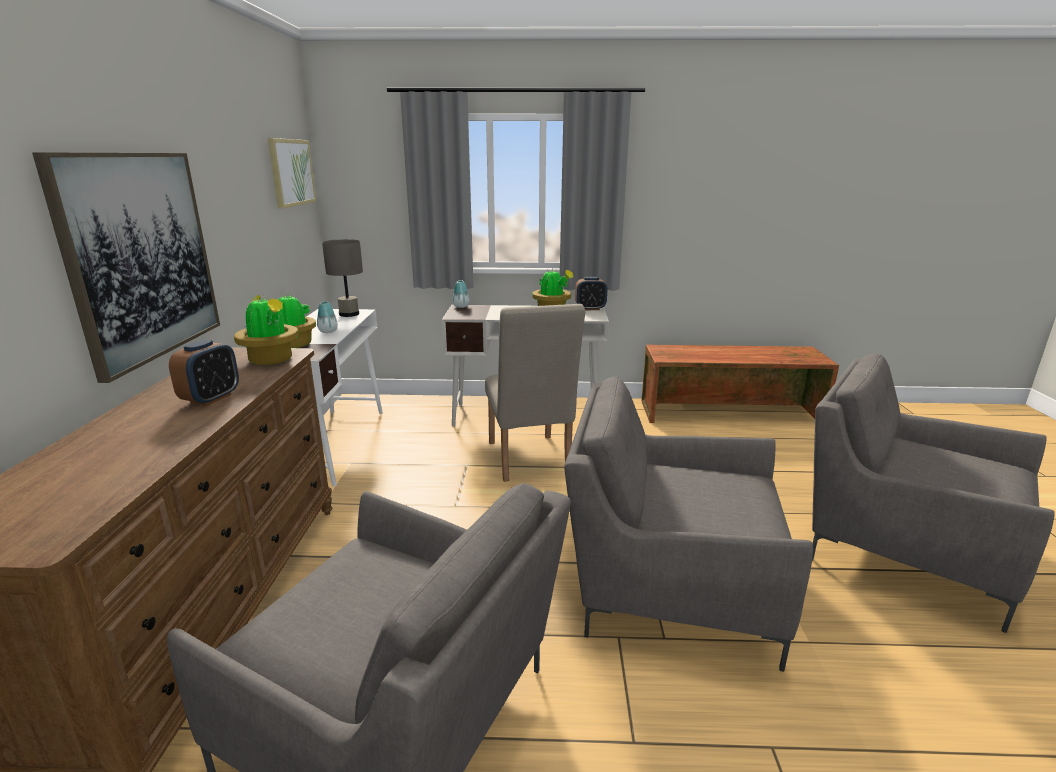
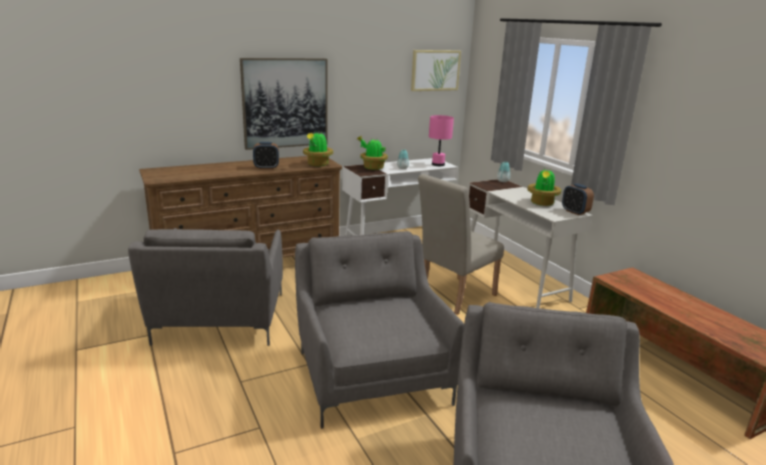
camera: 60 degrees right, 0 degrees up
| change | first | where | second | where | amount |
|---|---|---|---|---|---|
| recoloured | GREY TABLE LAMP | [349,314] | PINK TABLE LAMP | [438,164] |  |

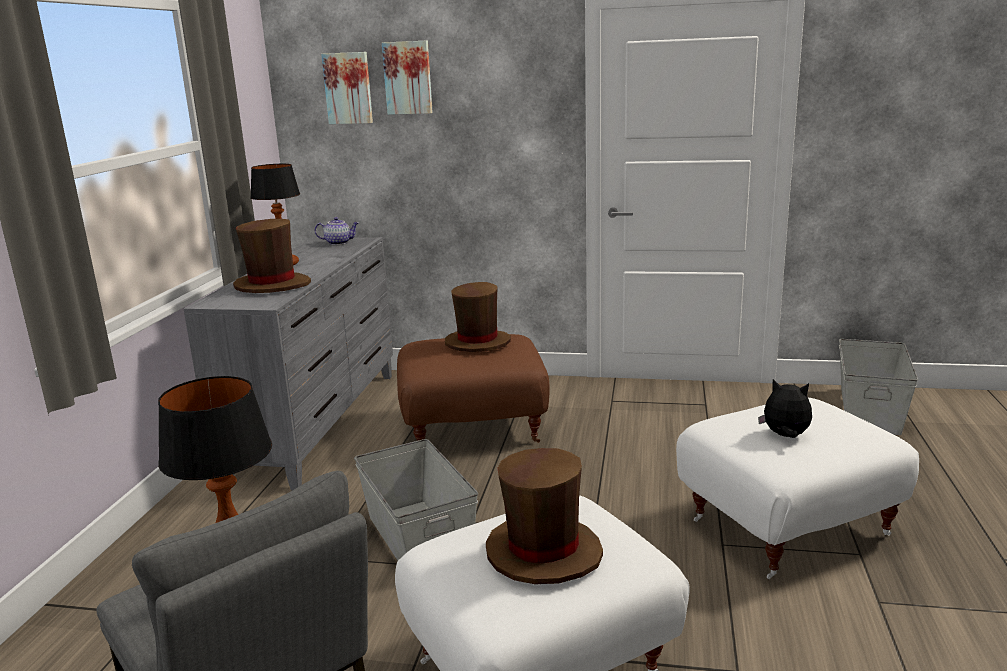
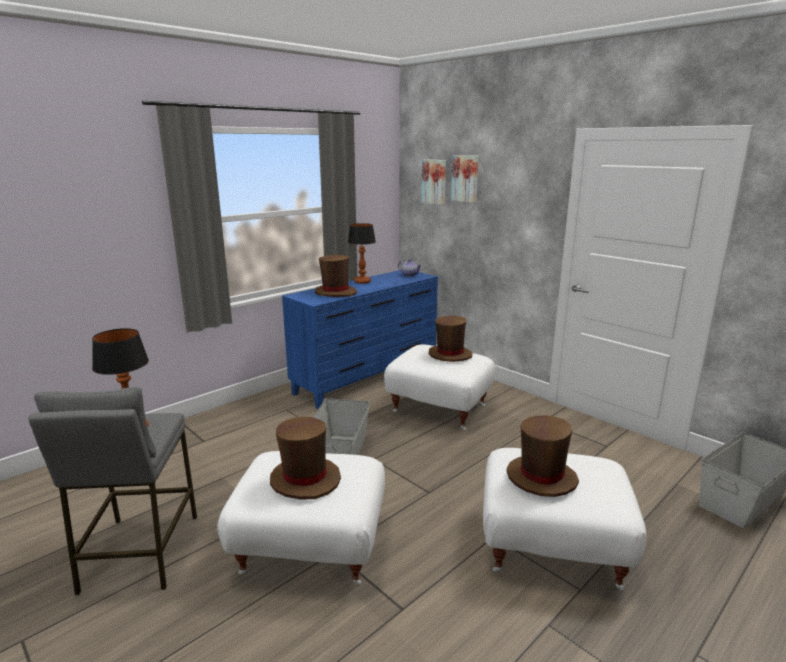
camera: 35 degrees right, 0 degrees up
| change | first | where | second | where | amount |
|---|---|---|---|---|---|
| recoloured | GREY DRESSER | [317,424] | BLUE DRESSER | [366,377] |  |
| recoloured | BROWN OTTOMAN | [474,428] | WHITE OTTOMAN | [440,408] |  |
| replaced | PLUSH TOY | [785,436] | BROWN HAT | [541,478] |  |

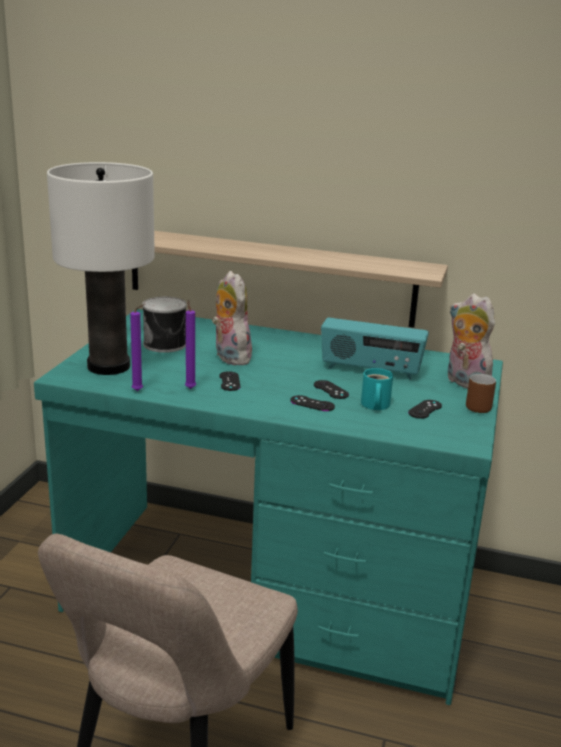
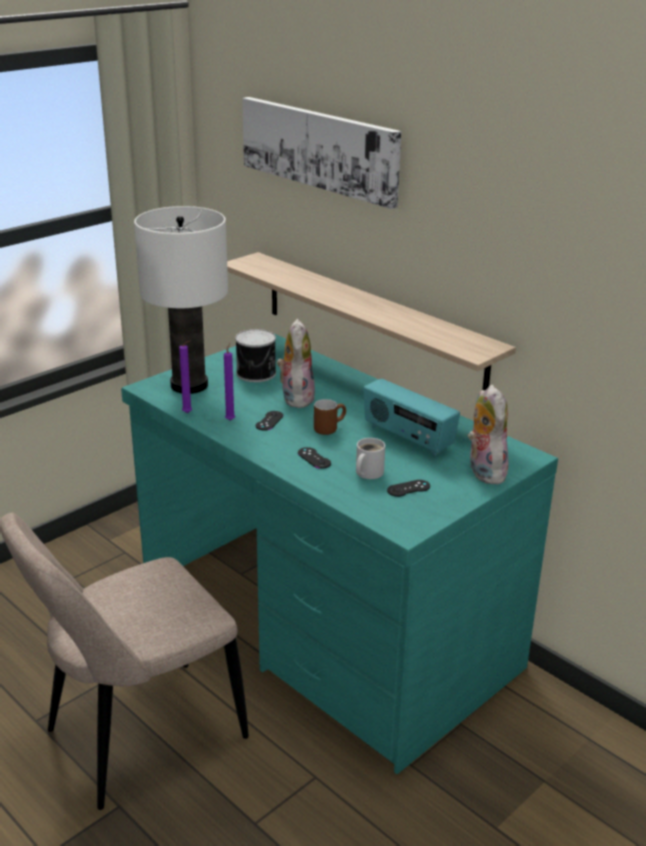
camera: 30 degrees right, 5 degrees up
| change | first | where | second | where | amount |
|---|---|---|---|---|---|
| removed | BLACK GAME CONTROLLER | [331,390] |  |  |  |
| recoloured | TURQUOISE MUG | [374,405] | WHITE MUG | [367,473] |  |
| moved | BROWN MUG | [477,406] |  | [329,428] |  |
| added |  |  | PICTURE | [320,149] |  |

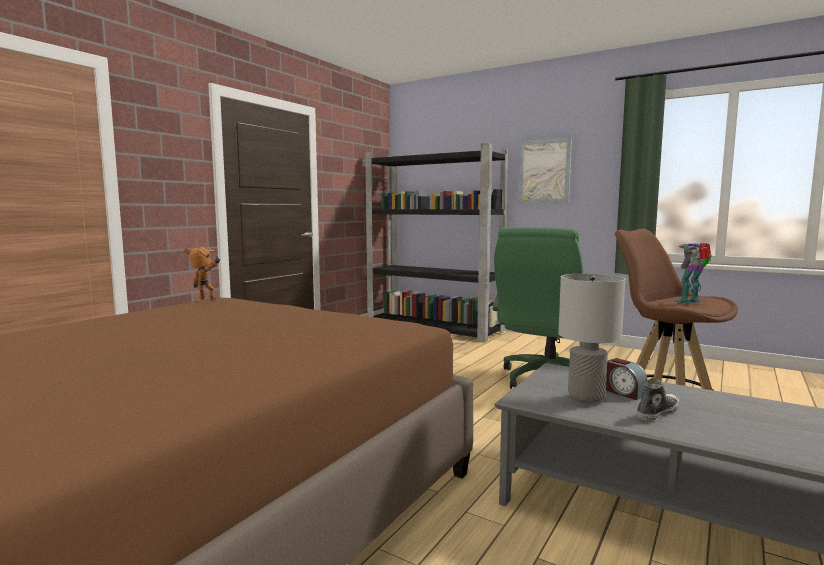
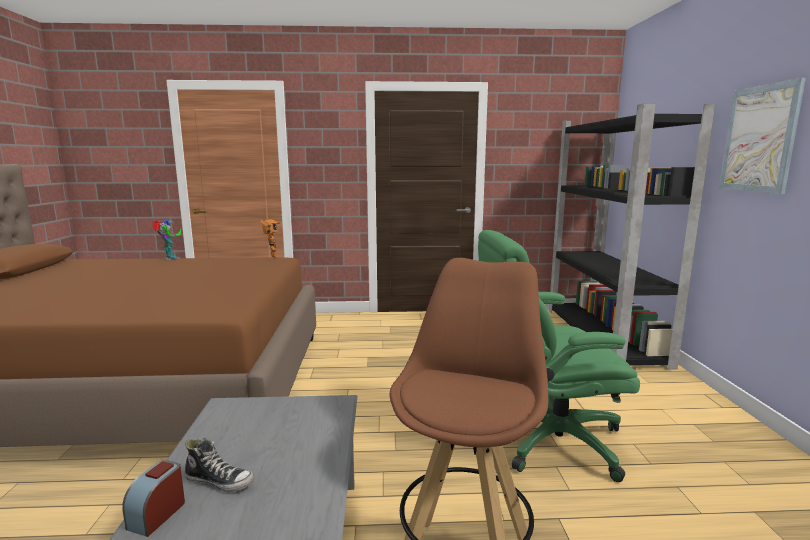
camera: 55 degrees right, 5 degrees up
| change | first | where | second | where | amount |
|---|---|---|---|---|---|
| removed | GREY TABLE LAMP | [585,399] |  |  |  |
| moved | ALARM CLOCK | [624,392] |  | [157,514] |  |
| moved | TOY ROBOT | [690,302] |  | [170,258] |  |

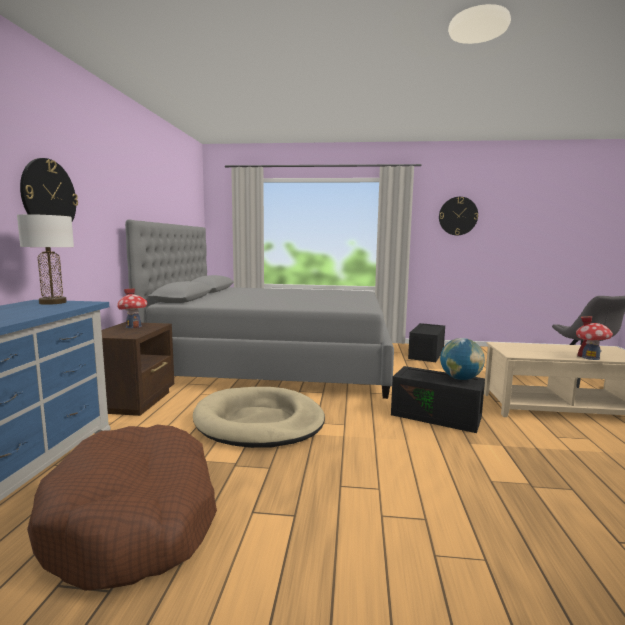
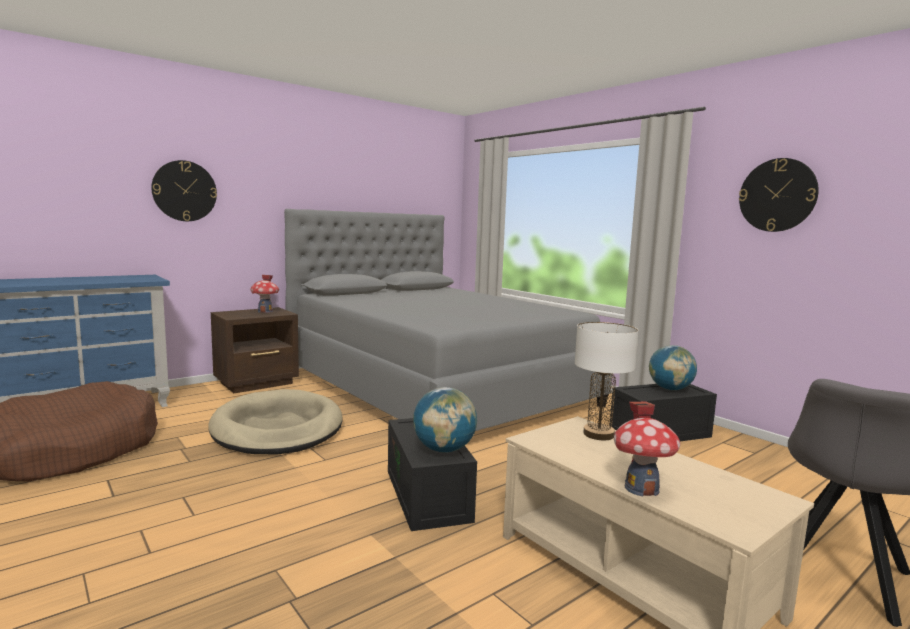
camera: 45 degrees right, 0 degrees up
| change | first | where | second | where | amount |
|---|---|---|---|---|---|
| moved | TABLE LAMP | [53,302] |  | [598,434] |  |
| added |  |  | GLOBE | [670,389] |  |

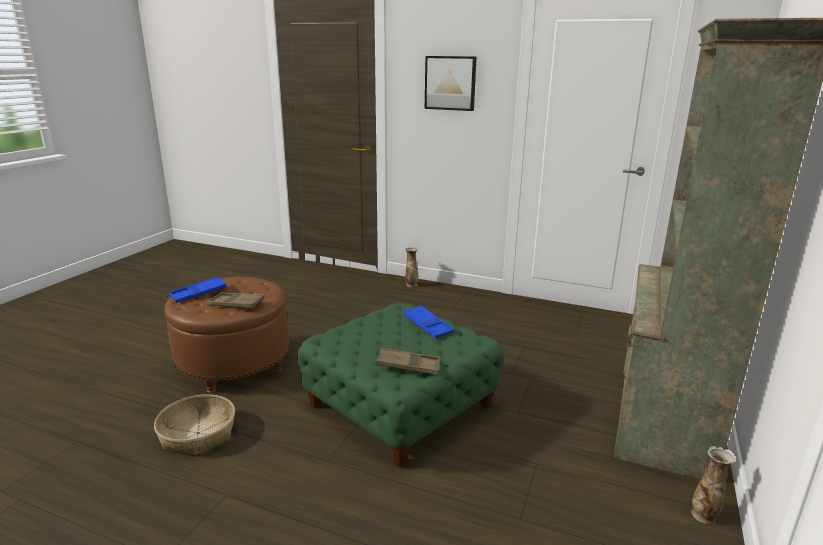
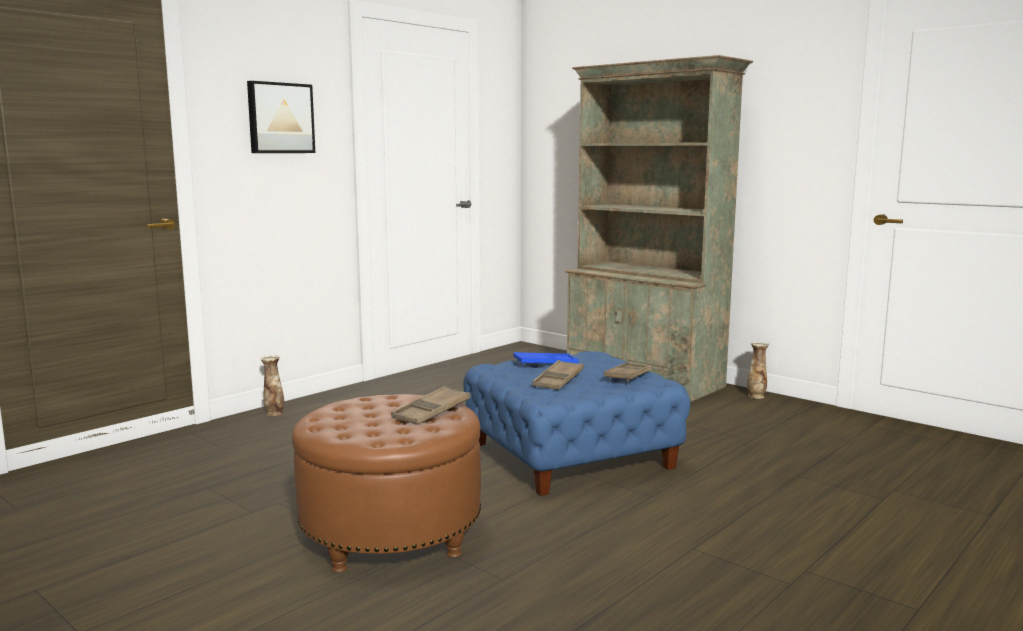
camera: 70 degrees left, 10 degrees down
| change | first | where | second | where | amount |
|---|---|---|---|---|---|
| removed | BASKET | [197,433] |  |  |  |
| removed | BLUE TRAY | [199,293] |  |  |  |
| recoloured | GREEN OTTOMAN | [401,405] | BLUE OTTOMAN | [571,455] |  |
| added |  |  | BROWN TRAY | [558,380] |  |

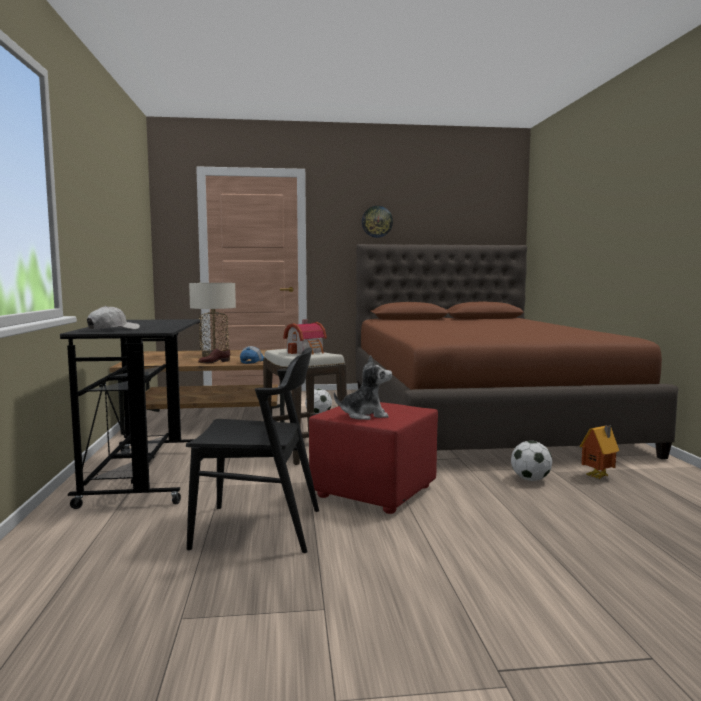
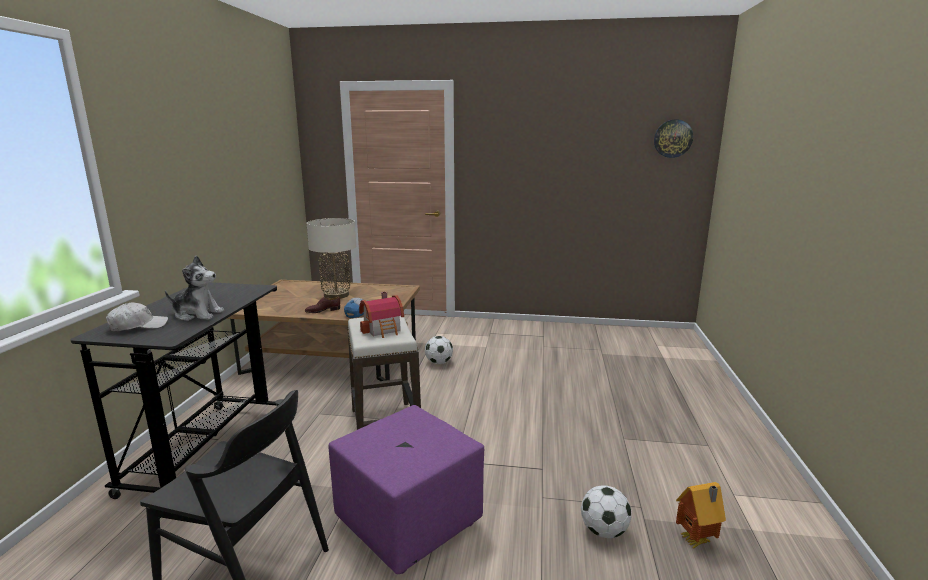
camera: 15 degrees right, 10 degrees up
| change | first | where | second | where | amount |
|---|---|---|---|---|---|
| recoloured | RED OTTOMAN | [373,491] | PURPLE OTTOMAN | [408,521] |  |
| moved | PLUSH TOY | [365,415] |  | [197,314] |  |
| removed | BROWN BED | [477,416] |  |  |  |
| moved | WALL CLOCK | [377,221] |  | [673,138] |  |

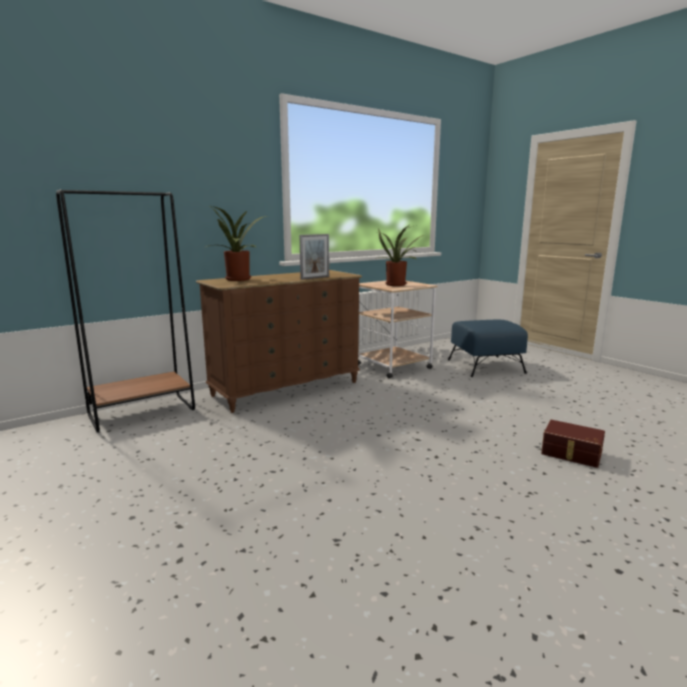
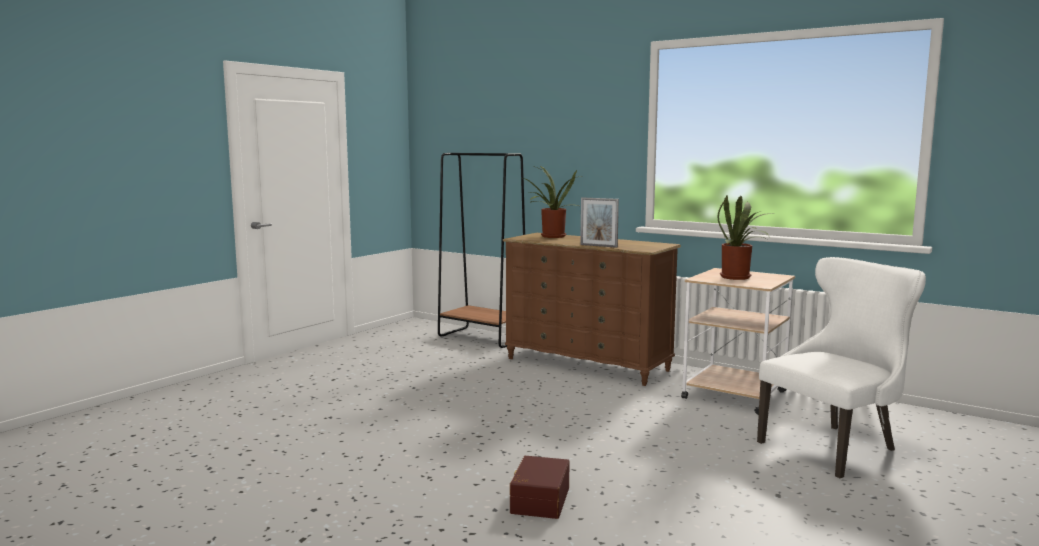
camera: 70 degrees right, 5 degrees down
| change | first | where | second | where | amount |
|---|---|---|---|---|---|
| replaced | BLUE OTTOMAN | [486,366] | WHITE CHAIR | [834,447] |  |

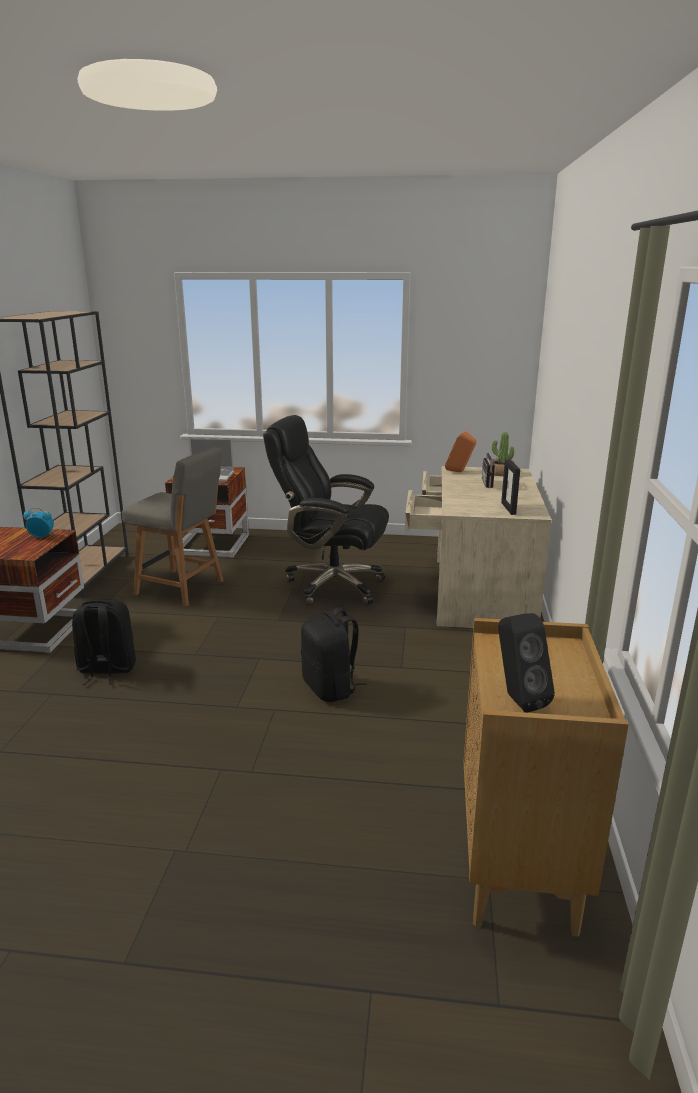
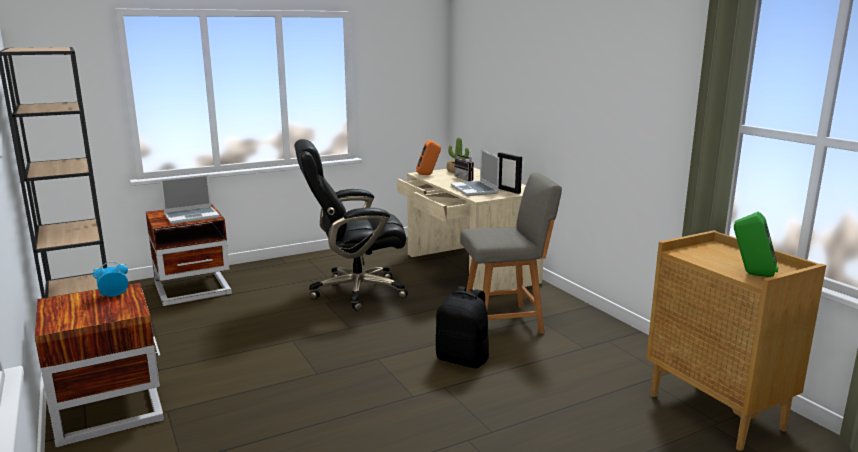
camera: 35 degrees left, 5 degrees down
| change | first | where | second | where | amount |
|---|---|---|---|---|---|
| removed | BLACK BACKPACK | [106,670] |  |  |  |
| moved | GREY CHAIR | [182,588] |  | [505,321] |  |
| recoloured | BLACK SPEAKER | [517,699] | GREEN SPEAKER | [751,274] |  |
| added |  |  | LAPTOP | [475,190] |  |

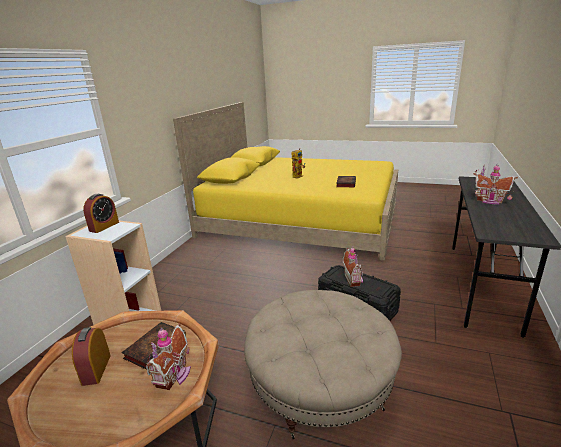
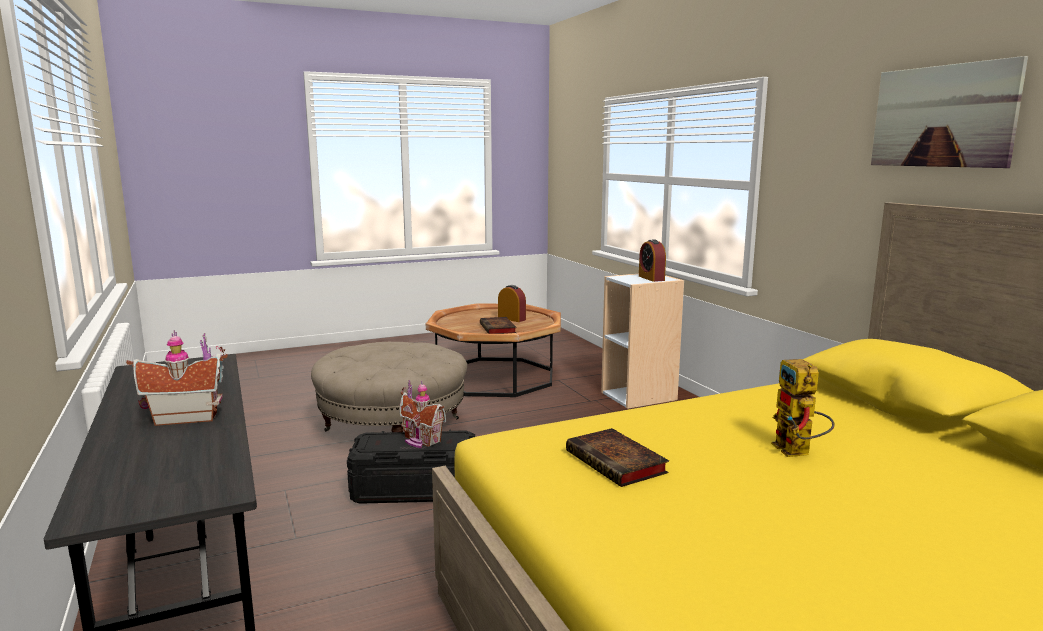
camera: 135 degrees right, 10 degrees down
| change | first | where | second | where | amount |
|---|---|---|---|---|---|
| removed | TOY HOUSE | [175,375] |  |  |  |
| added |  |  | PICTURE | [942,116] |  |

